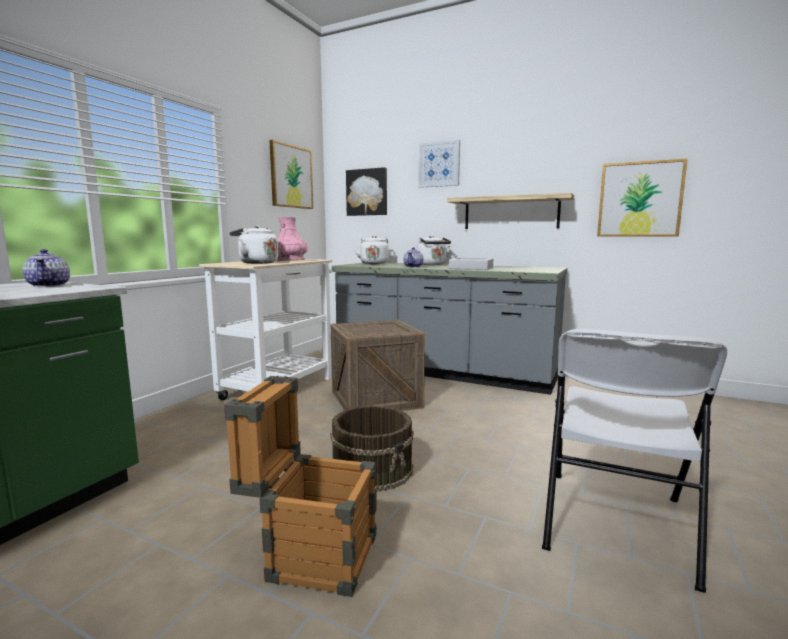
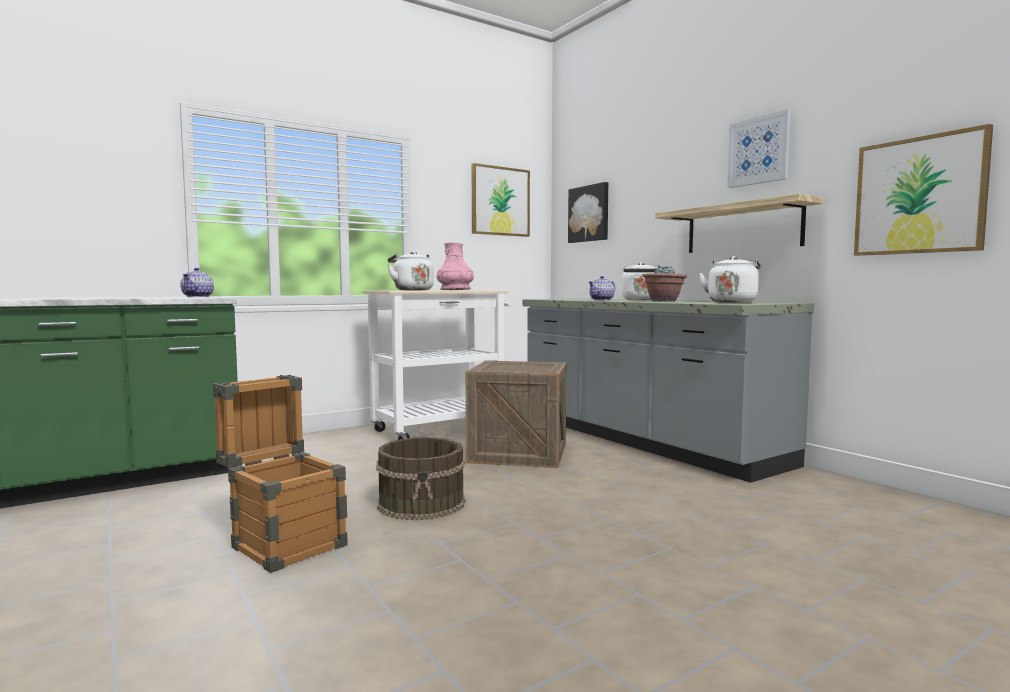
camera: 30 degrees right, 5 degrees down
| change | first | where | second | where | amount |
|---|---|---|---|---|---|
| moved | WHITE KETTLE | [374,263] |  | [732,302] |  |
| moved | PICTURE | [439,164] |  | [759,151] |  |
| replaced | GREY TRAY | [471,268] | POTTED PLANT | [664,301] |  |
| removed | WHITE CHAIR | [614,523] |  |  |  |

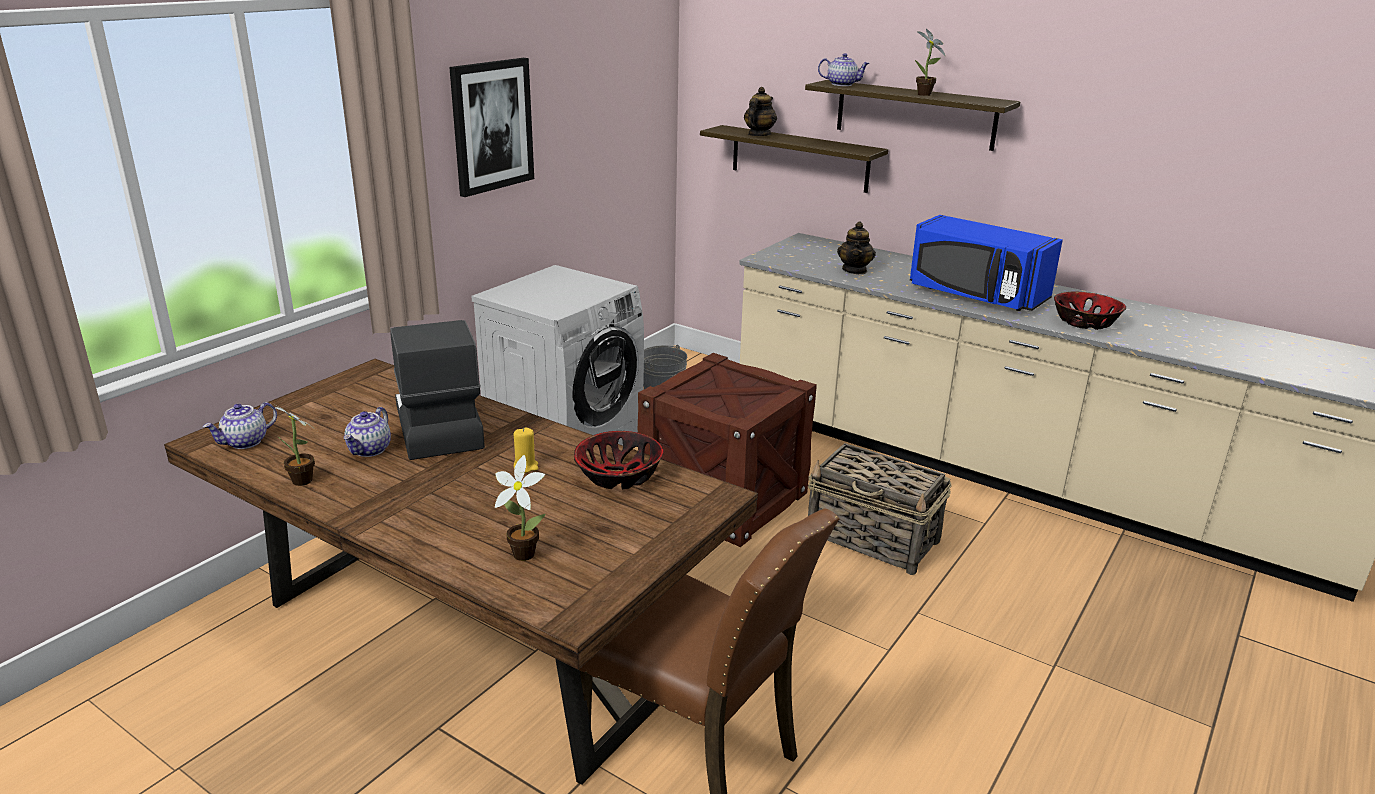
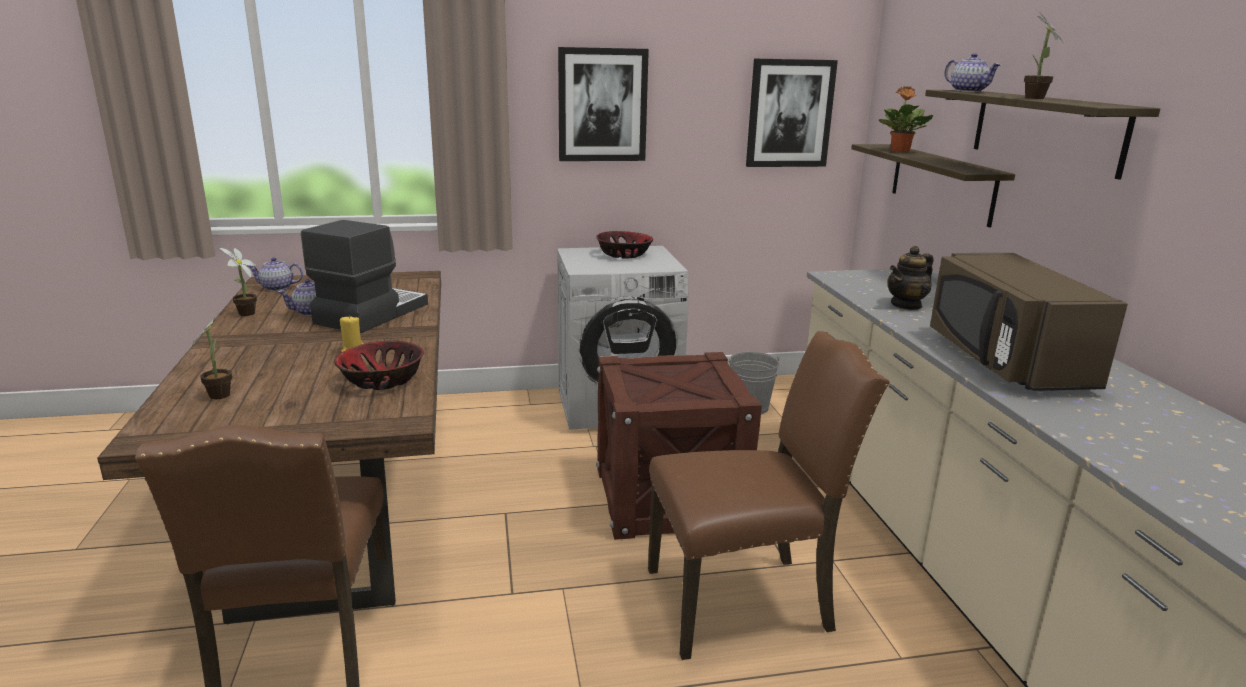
camera: 45 degrees right, 5 degrees down
| change | first | where | second | where | amount |
|---|---|---|---|---|---|
| replaced | TEAPOT | [758,135] | POTTED PLANT | [899,151] |  |
| replaced | BASKET | [874,539] | BROWN CHAIR | [743,601] |  |
| recoloured | BLUE MICROWAVE | [976,295] | BROWN MICROWAVE | [1004,360] |  |
| moved | BOWL | [1085,322] |  | [624,254] |  |
| added |  |  | PICTURE | [789,113] |  |

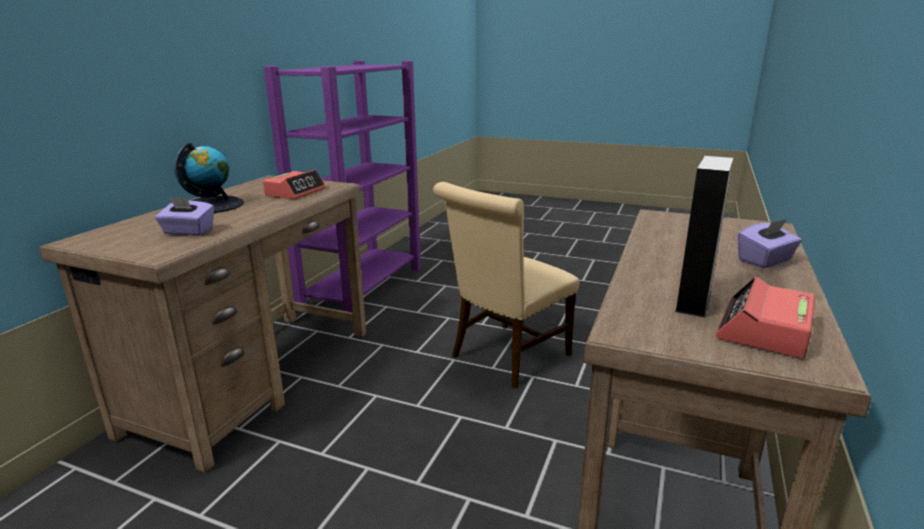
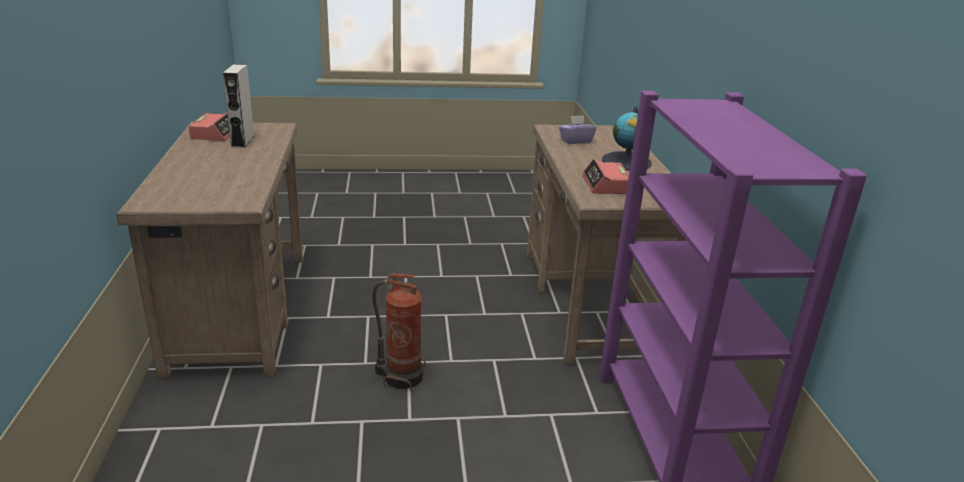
camera: 150 degrees right, 5 degrees up
| change | first | where | second | where | amount |
|---|---|---|---|---|---|
| replaced | BEIGE CHAIR | [505,358] | FIRE EXTINGUISHER | [401,376] |  |
| removed | PURPLE TISSUE BOX | [765,260] |  |  |  |

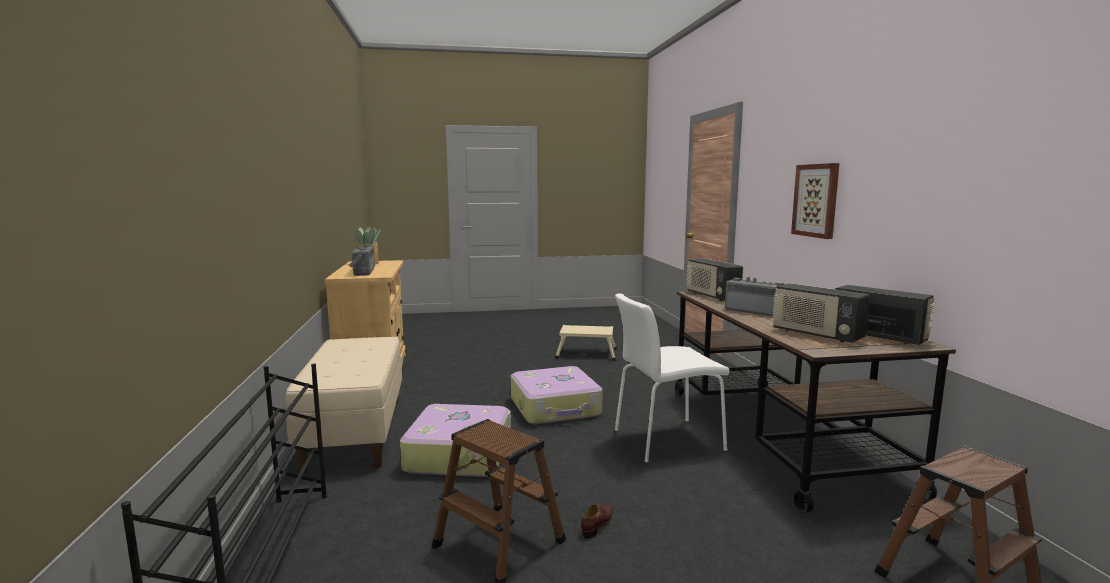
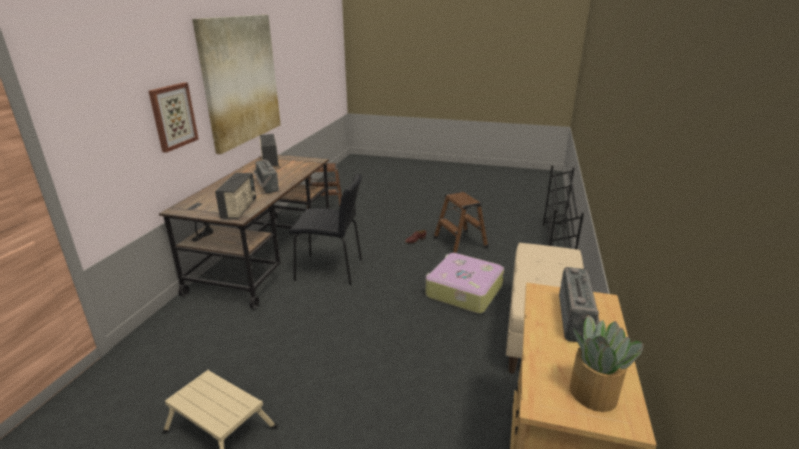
camera: 155 degrees left, 15 degrees up
| change | first | where | second | where | amount |
|---|---|---|---|---|---|
| removed | SUITCASE | [556,407] |  |  |  |
| recoloured | WHITE CHAIR | [664,440] | BLACK CHAIR | [332,270] |  |
| removed | RADIO | [816,335] |  |  |  |
| added |  |  | PICTURE | [241,80] |  |

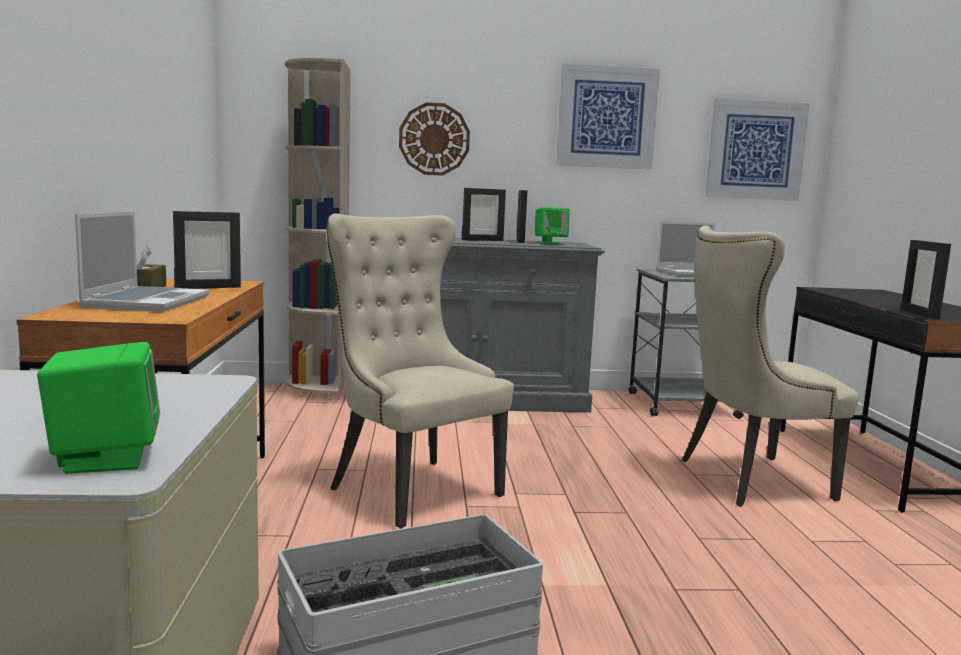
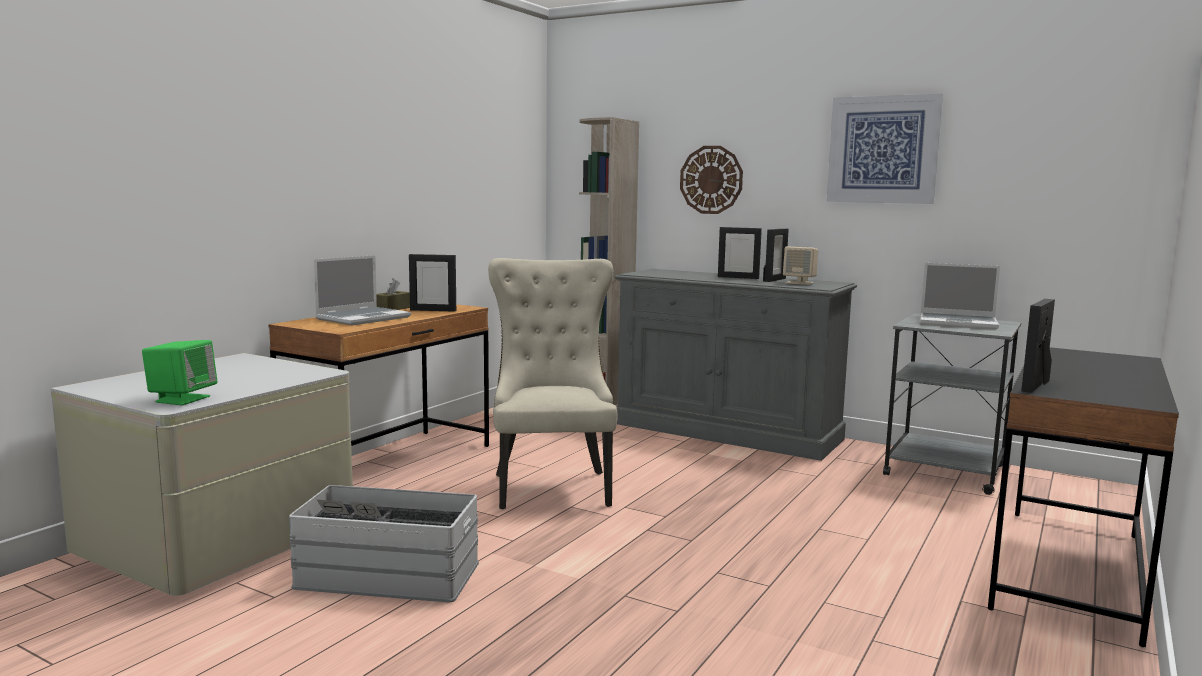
camera: 35 degrees right, 0 degrees up
| change | first | where | second | where | amount |
|---|---|---|---|---|---|
| recoloured | GREEN SPEAKER | [550,243] | BEIGE SPEAKER | [800,283] |  |
| removed | BEIGE CHAIR | [751,480] |  |  |  |
| removed | PICTURE | [755,150] |  |  |  |

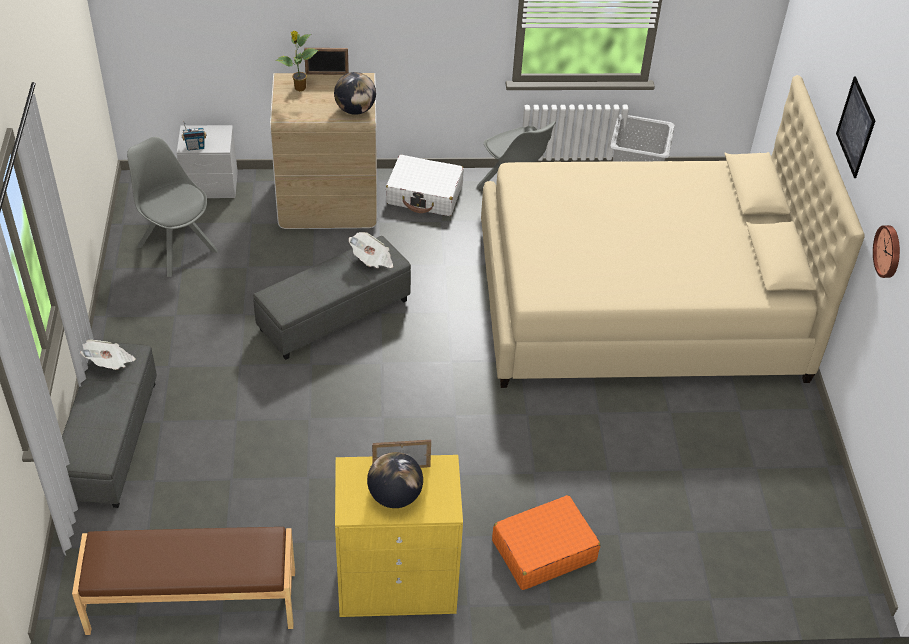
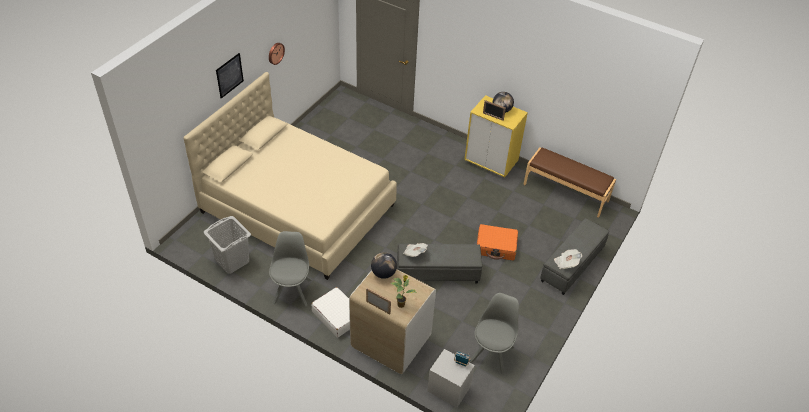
camera: 145 degrees left, 0 degrees up
| change | first | where | second | where | amount |
|---|---|---|---|---|---|
| turned | GREY CHAIR | [176,248] |  | [492,353] | 150 degrees counterclockwise |
| moved | ORANGE SUITCASE | [543,550] |  | [496,247] |  |

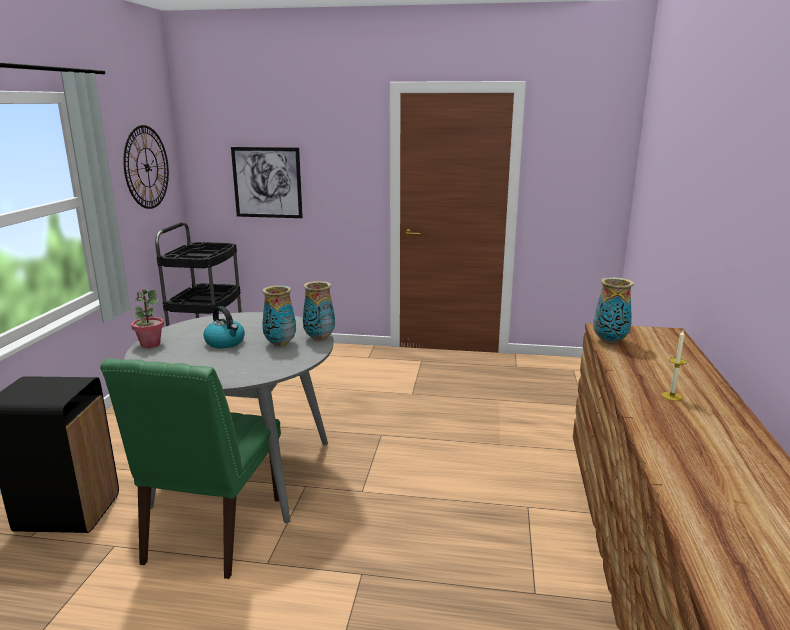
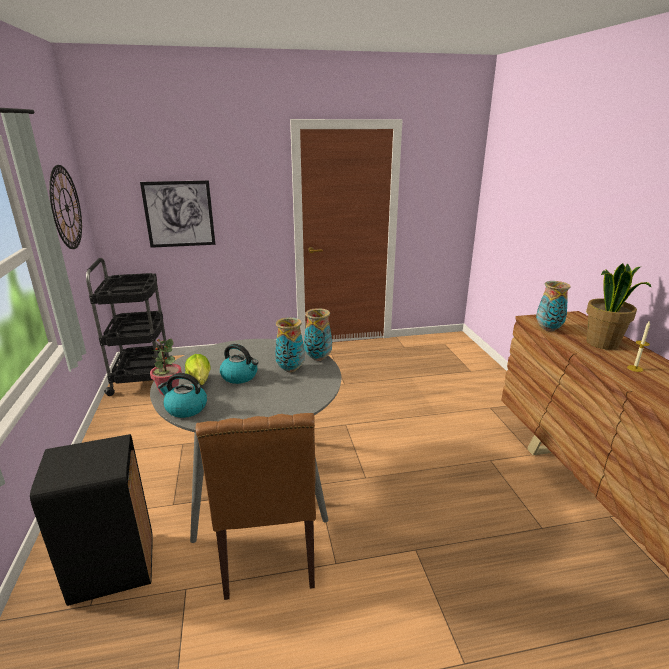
camera: 20 degrees left, 5 degrees up
| change | first | where | second | where | amount |
|---|---|---|---|---|---|
| recoloured | GREEN CHAIR | [214,528] | BROWN CHAIR | [268,544] |  |
| added |  |  | KETTLE | [185,408] |  |
| added |  |  | LETTUCE | [199,383] |  |
| added |  |  | POTTED PLANT | [603,343] |  |

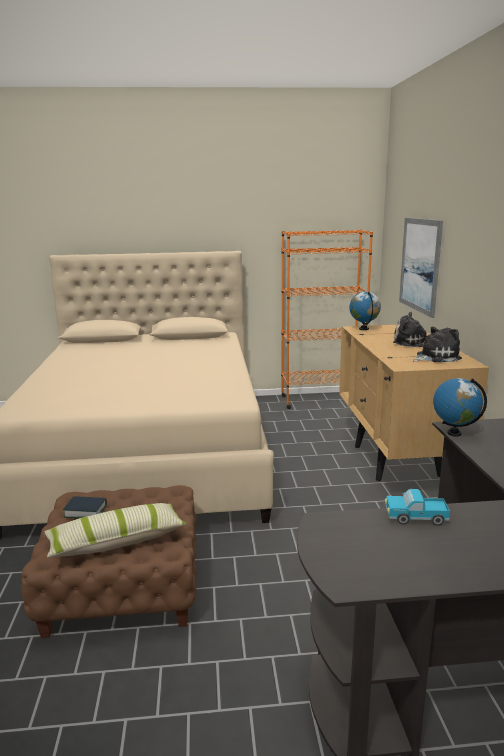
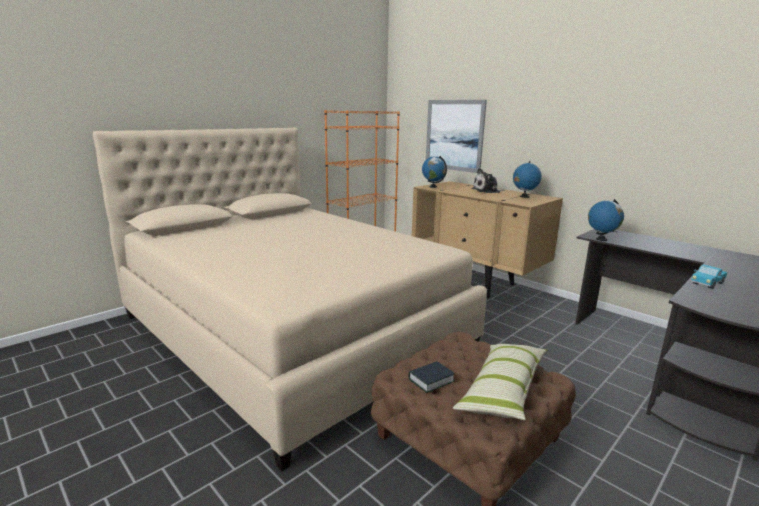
camera: 40 degrees left, 0 degrees up
| change | first | where | second | where | amount |
|---|---|---|---|---|---|
| replaced | PLUSH TOY | [435,357] | GLOBE | [524,197] |  |

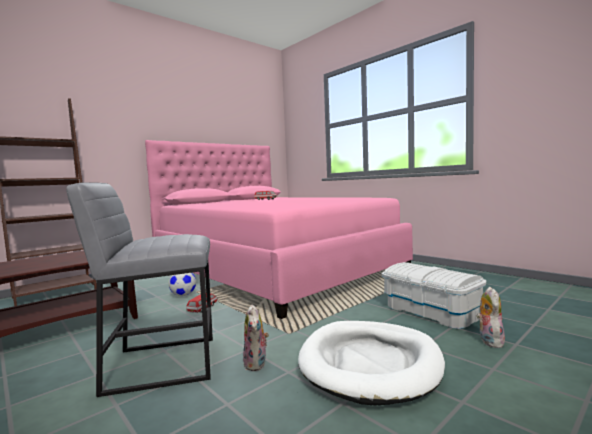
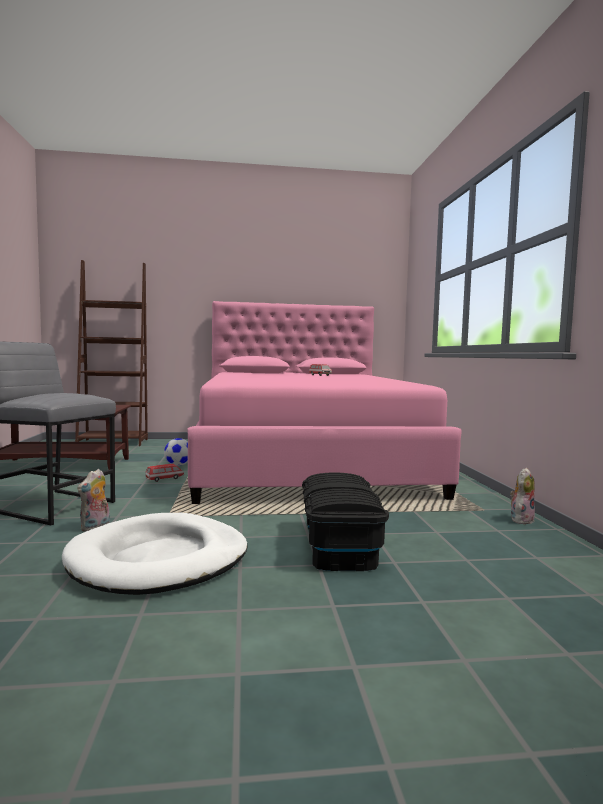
camera: 35 degrees right, 0 degrees up
| change | first | where | second | where | amount |
|---|---|---|---|---|---|
| recoloured | WHITE STORAGE BOX | [430,312] | BLACK STORAGE BOX | [339,545] |  |
| moved | PLUSH TOY | [489,341] |  | [521,519] |  |

